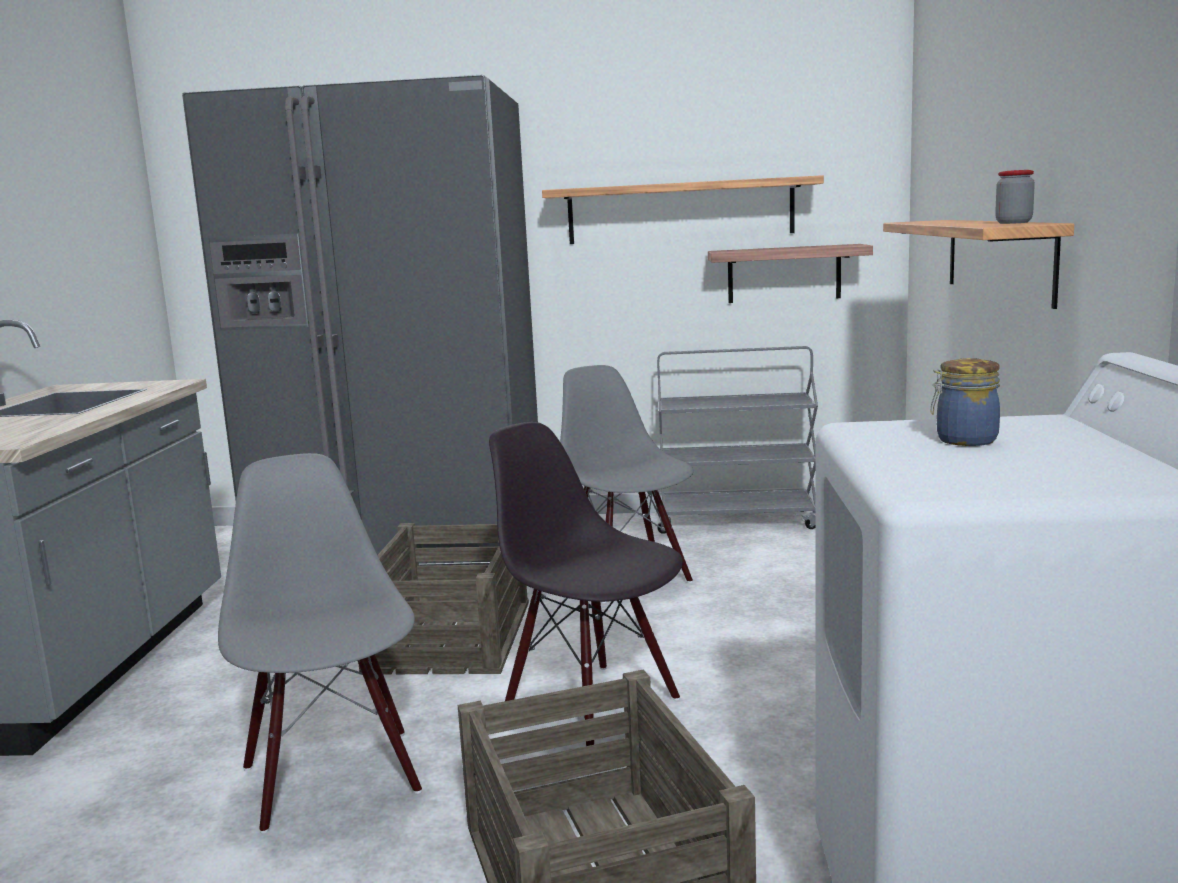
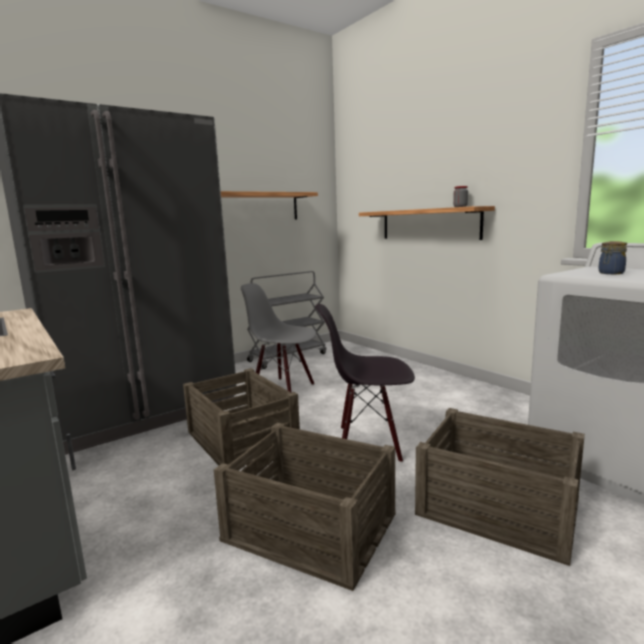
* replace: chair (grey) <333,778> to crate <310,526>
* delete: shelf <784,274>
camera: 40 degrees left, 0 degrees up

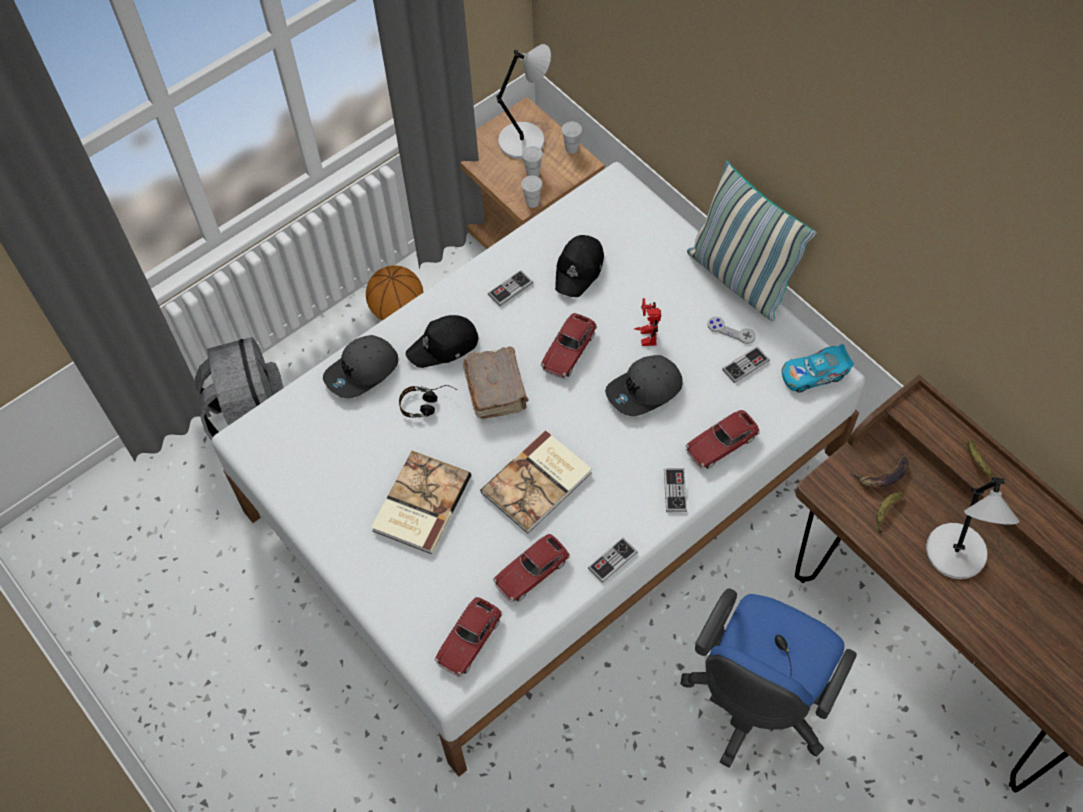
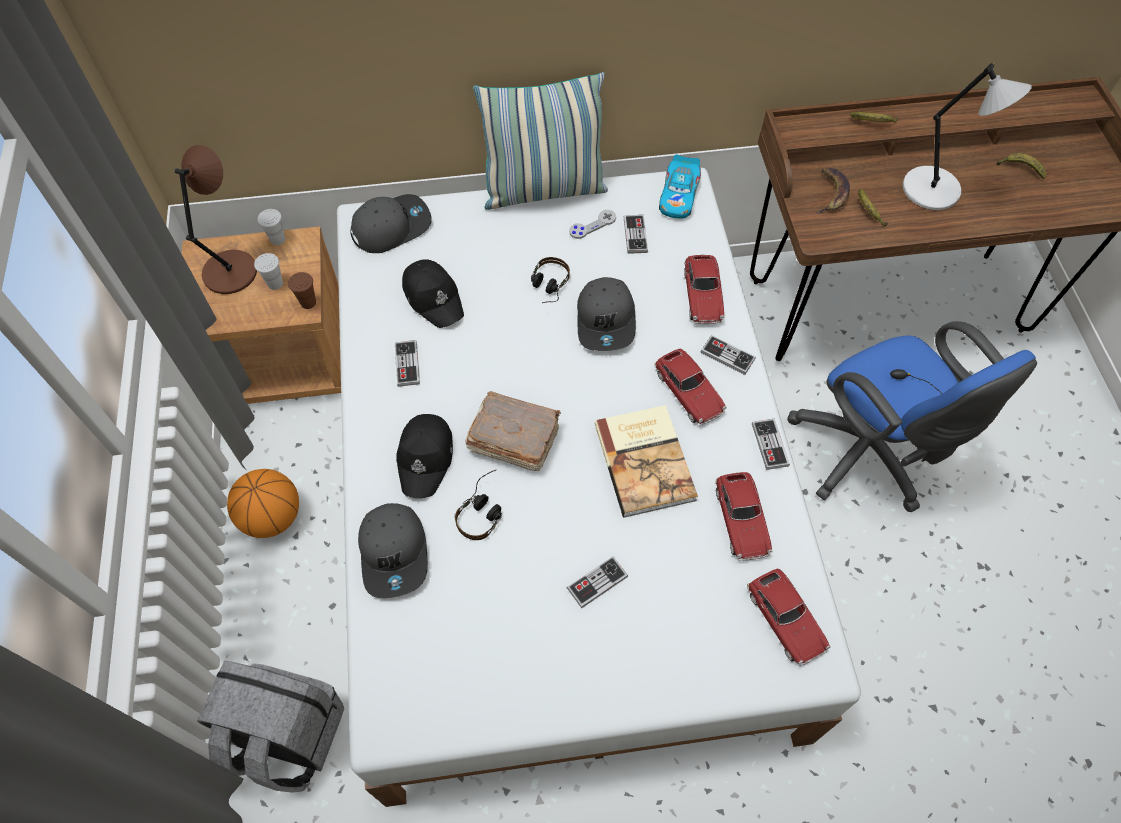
* replace: book <419,504> to game controller <597,582>
* recolor: table lamp (grey) <524,140> to table lamp (brown) <231,270>
* recolor: cup (white) <532,202> to cup (brown) <308,302>
* move: toy car <568,351> to <688,392>
* replace: toy robot <645,335> to headphones <547,288>
* insert: cap (grey) <391,226>
* insert: banana <1020,169>
camera: 60 degrees left, 0 degrees up

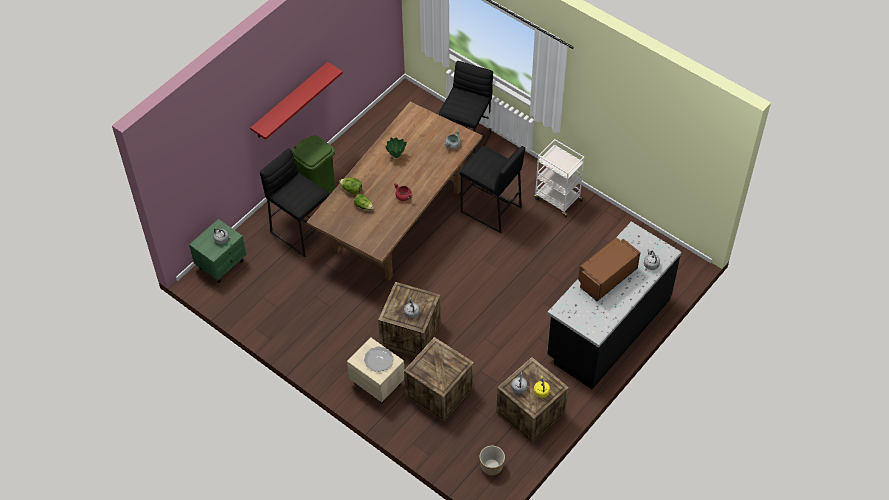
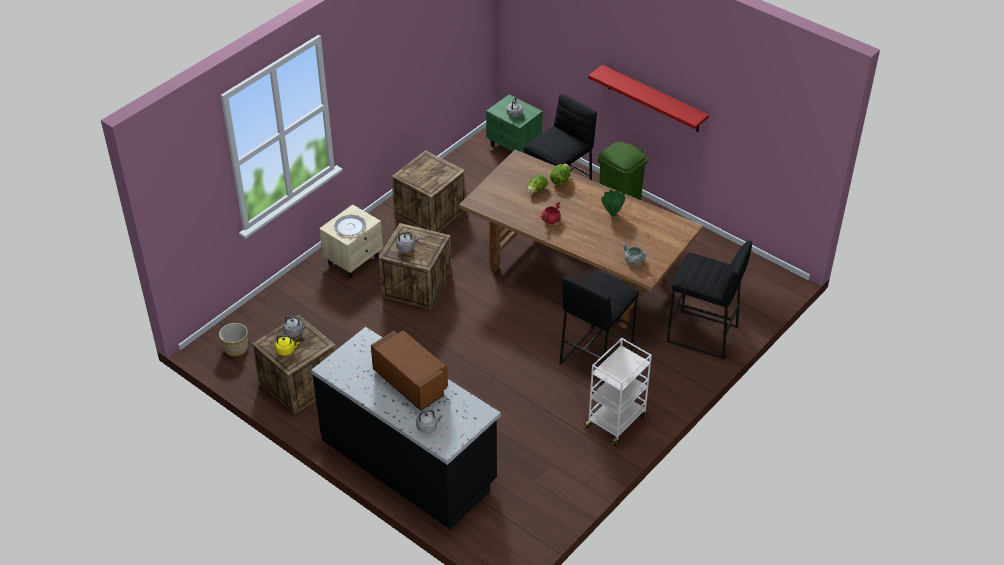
* move: crate <439,391> to <430,212>
camera: 90 degrees right, 10 degrees down

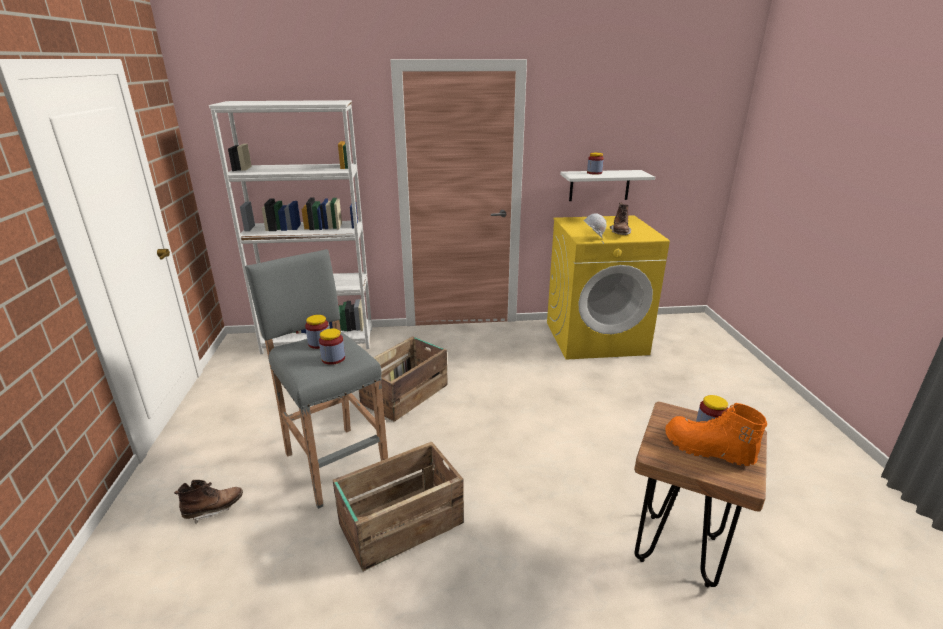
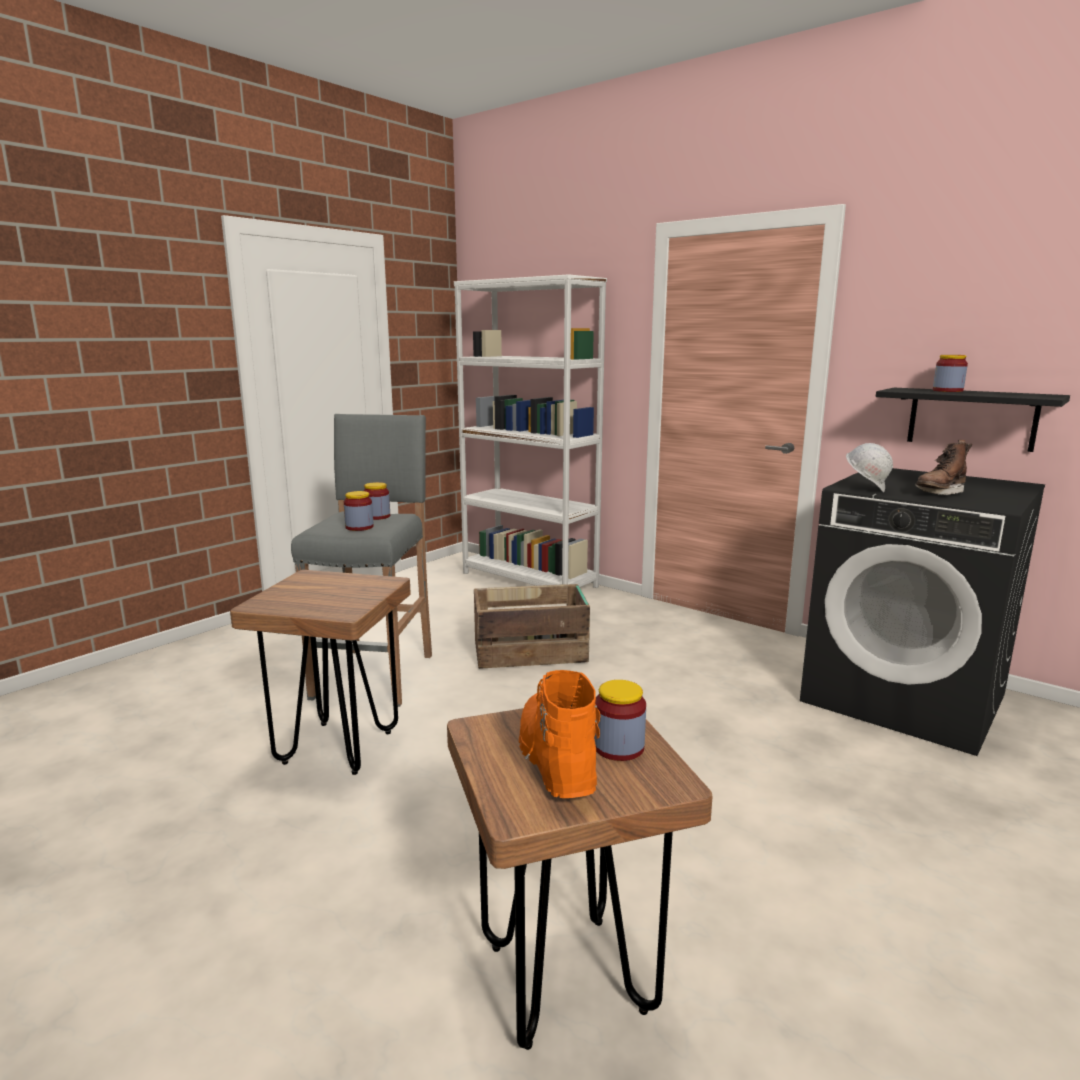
* delete: boot (brown) <214,509>
* replace: crate <399,524> to stool (brown) <338,747>
* recolor: washing machine (yellow) <596,338> to washing machine (black) <905,698>
* recolor: shelf (white) <599,185> to shelf (black) <971,418>
camera: 45 degrees right, 10 degrees down

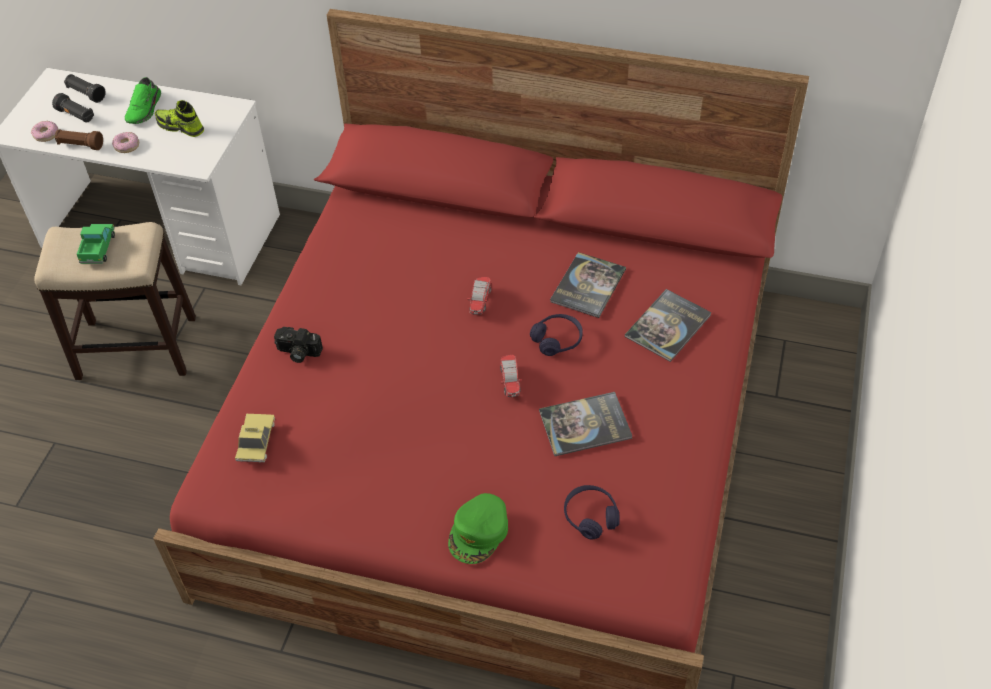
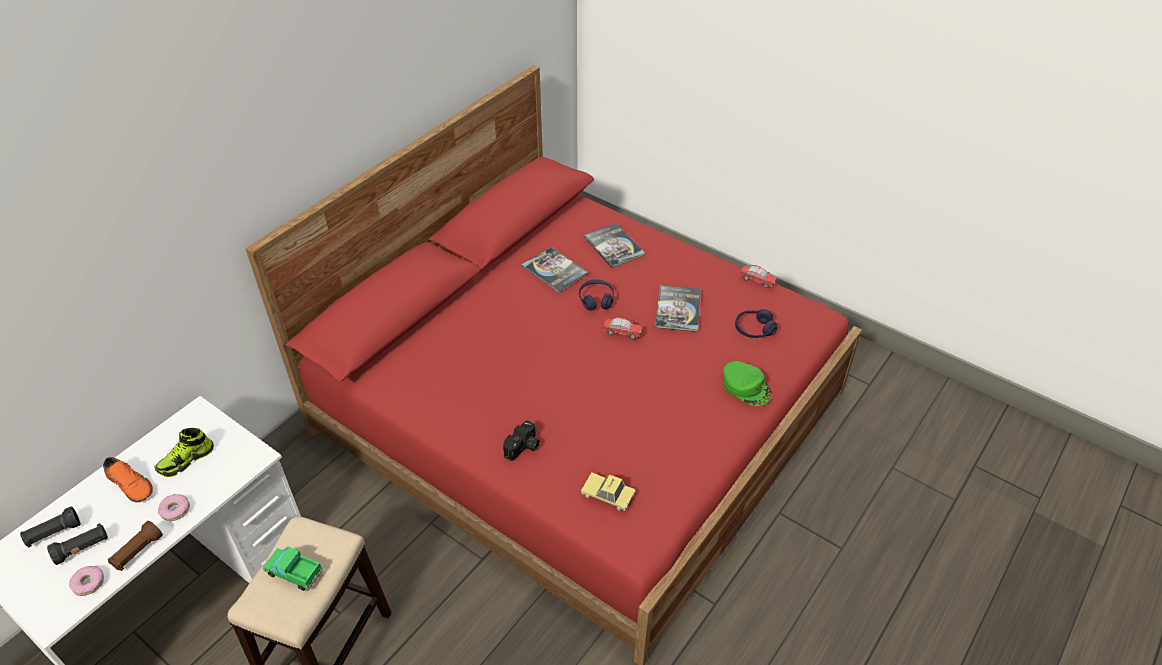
* recolor: shoe (green) <145,109> to shoe (orange) <131,484>
* move: toy car <480,301> to <757,281>
camera: 70 degrees left, 5 degrees down

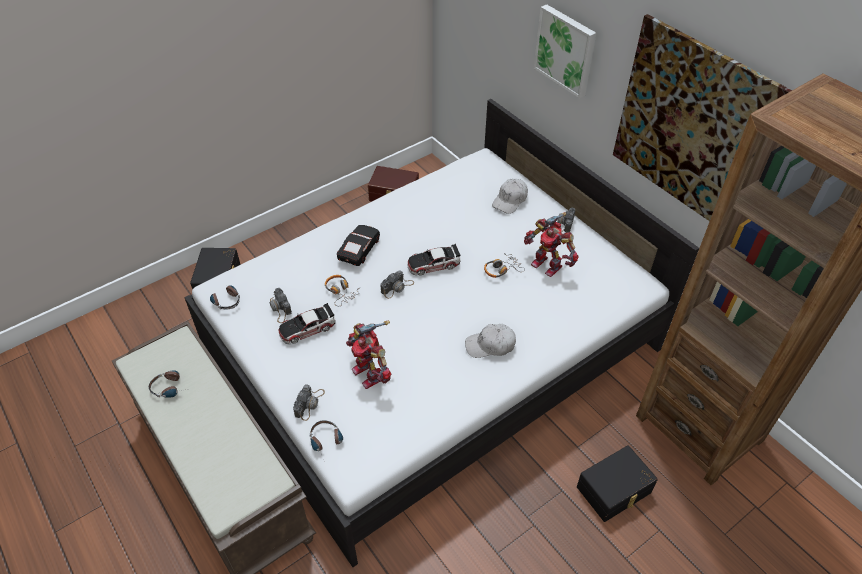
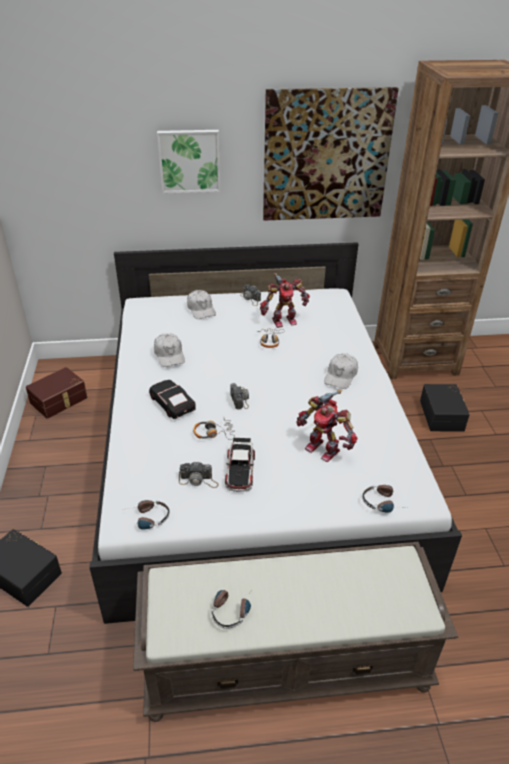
* delete: photo camera <309,403>
* rotate: toy robot <370,373> = <323,448> 45 degrees clockwise
* delete: toy car <433,264>
* insert: cap (white) <169,355>
camera: 60 degrees left, 10 degrees down

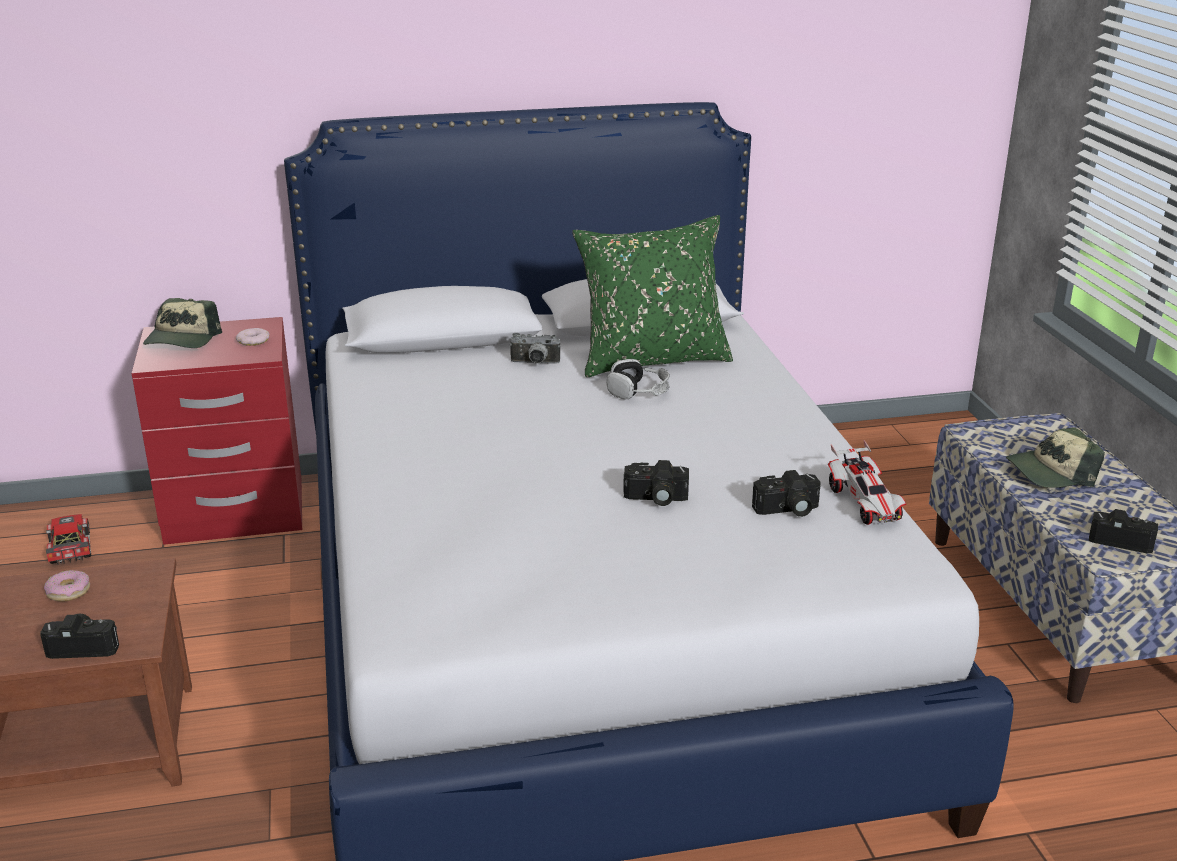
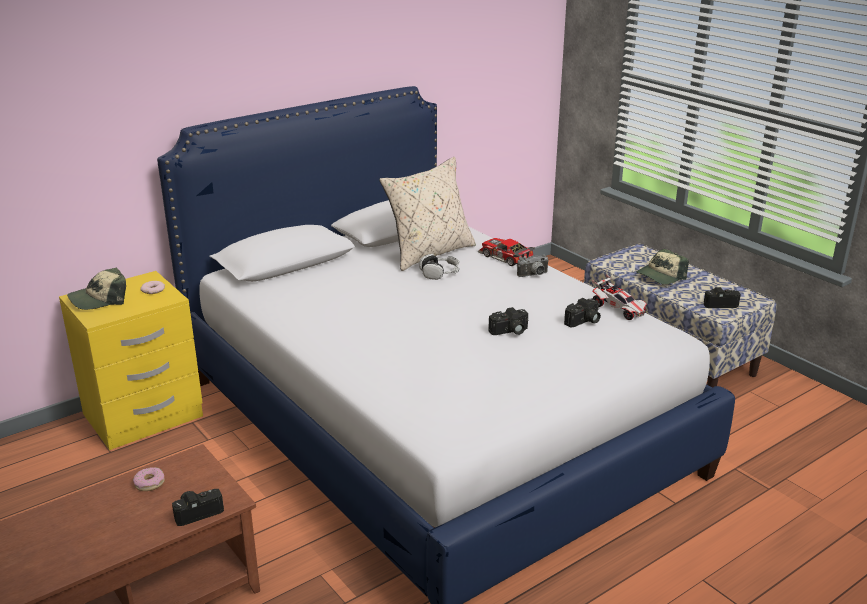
* move: toy car <67,547> to <504,257>
* recolor: nightstand (red) <235,512> to nightstand (yellow) <144,416>
* rotate: cap <182,340> = <99,299> 75 degrees clockwise
* move: photo camera <534,363> to <534,275>
* recolor: pillow (green) <652,360> to pillow (beige) <429,253>
camera: 25 degrees left, 0 degrees up

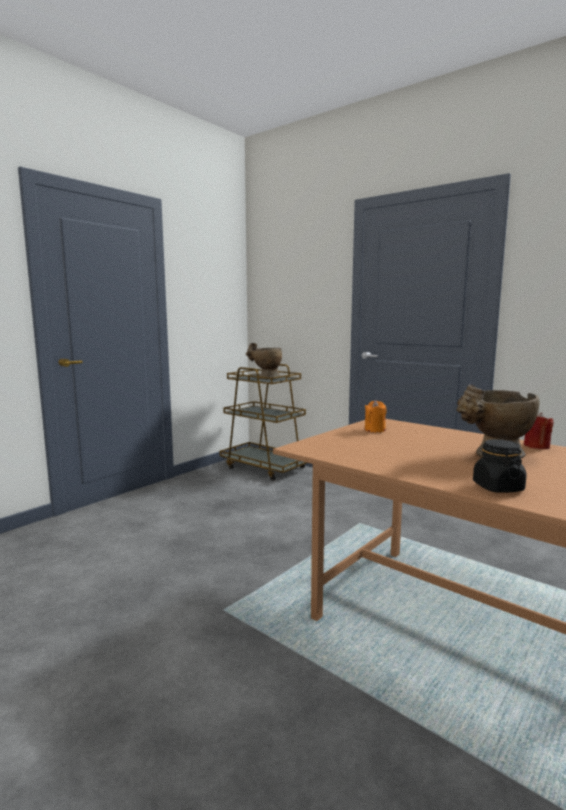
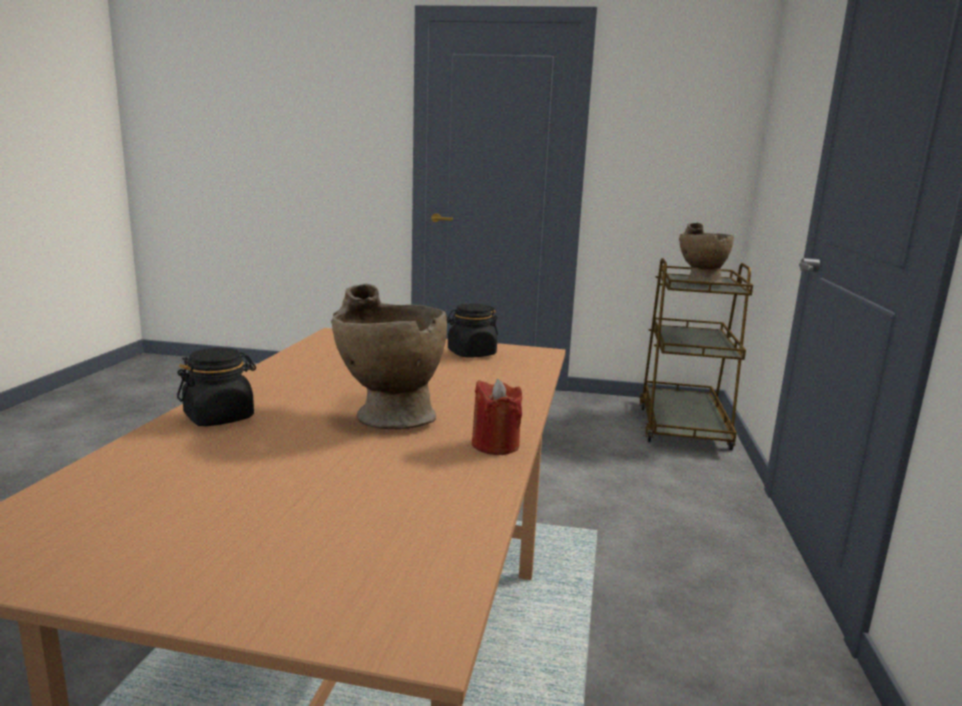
* replace: candle (orange) <374,430> to jar (black) <471,354>
camera: 60 degrees right, 5 degrees up

